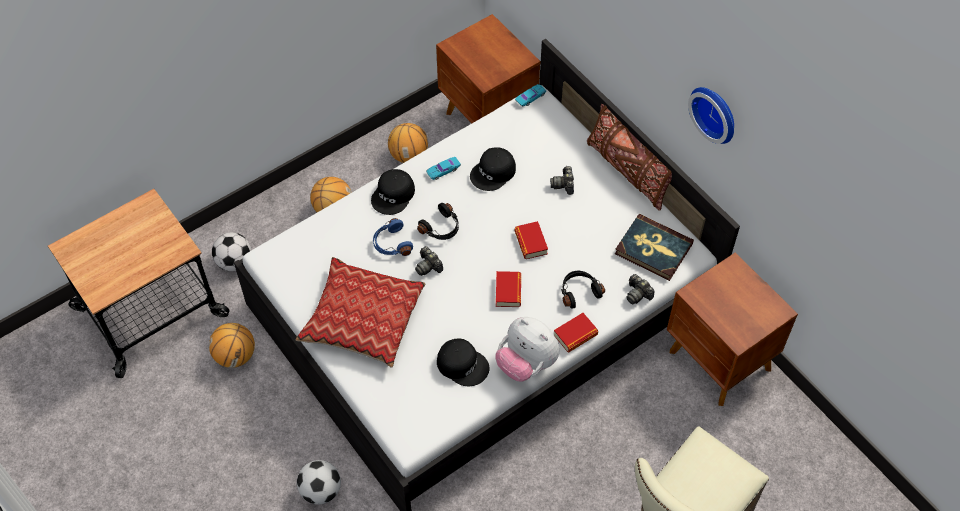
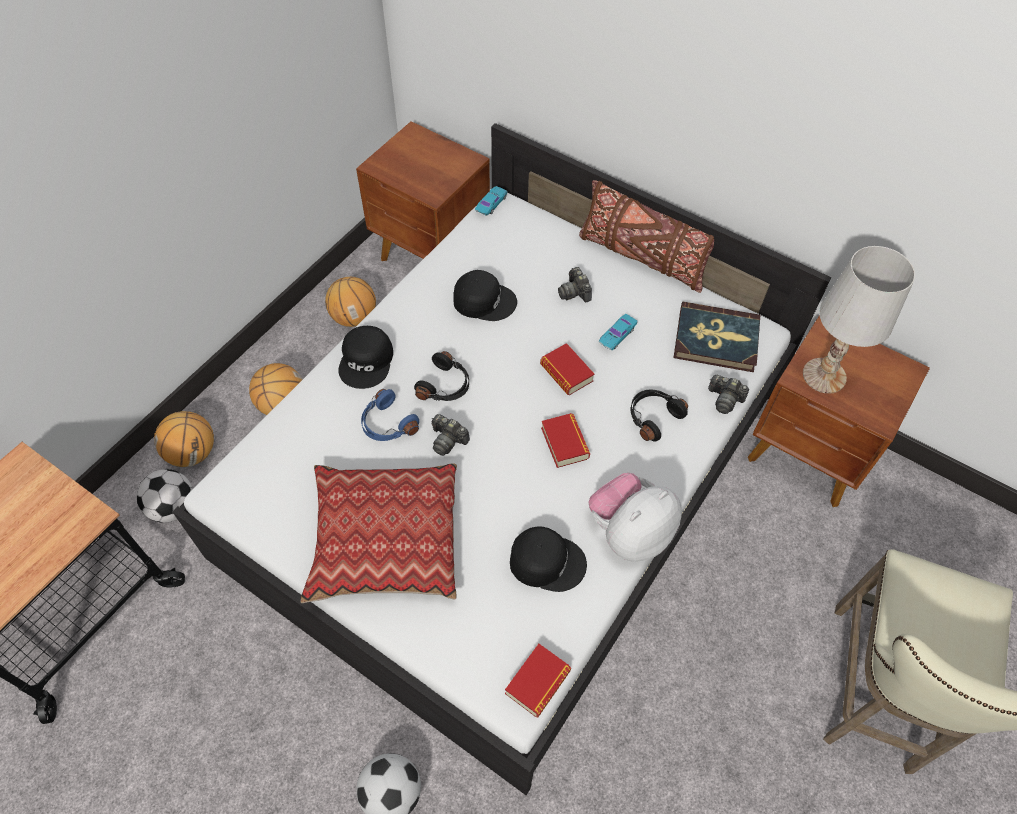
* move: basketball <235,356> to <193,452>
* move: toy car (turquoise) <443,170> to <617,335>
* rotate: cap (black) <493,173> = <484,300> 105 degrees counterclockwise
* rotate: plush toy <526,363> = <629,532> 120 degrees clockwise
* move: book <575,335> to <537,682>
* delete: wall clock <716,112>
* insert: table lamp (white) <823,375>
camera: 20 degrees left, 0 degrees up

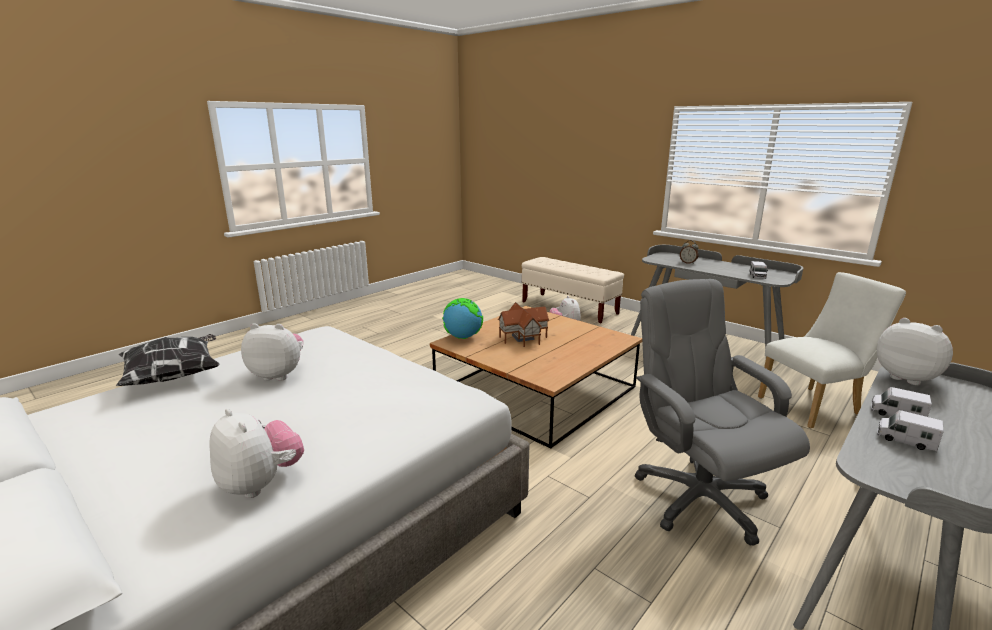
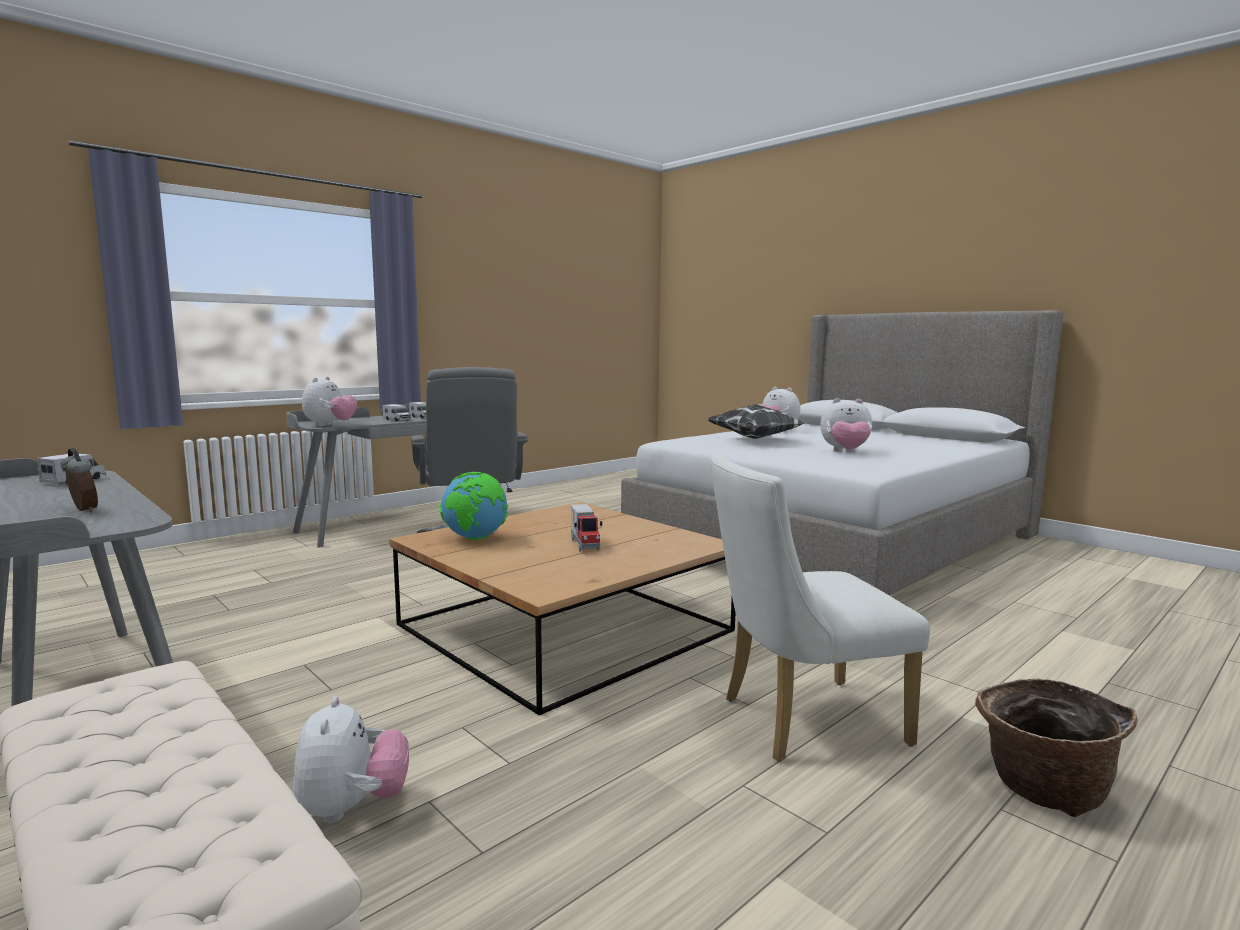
* move: pillow <174,376> to <754,439>
* move: globe <463,337> to <475,539>
* replace: toy house <522,338> to toy truck <586,544>
* move: chair (white) <814,405> to <800,721>
* rotate: plush toy <907,378> = <330,425> 135 degrees counterclockwise
* insert: basket <1042,790>
camera: 175 degrees left, 10 degrees down

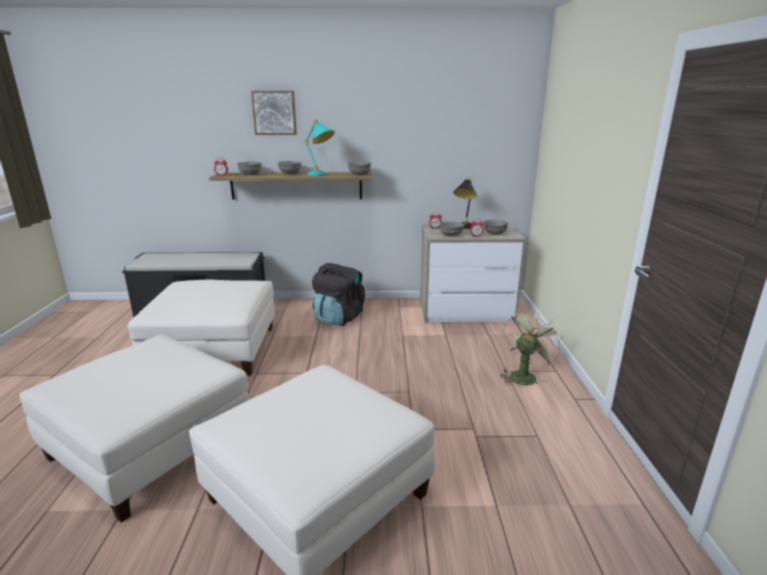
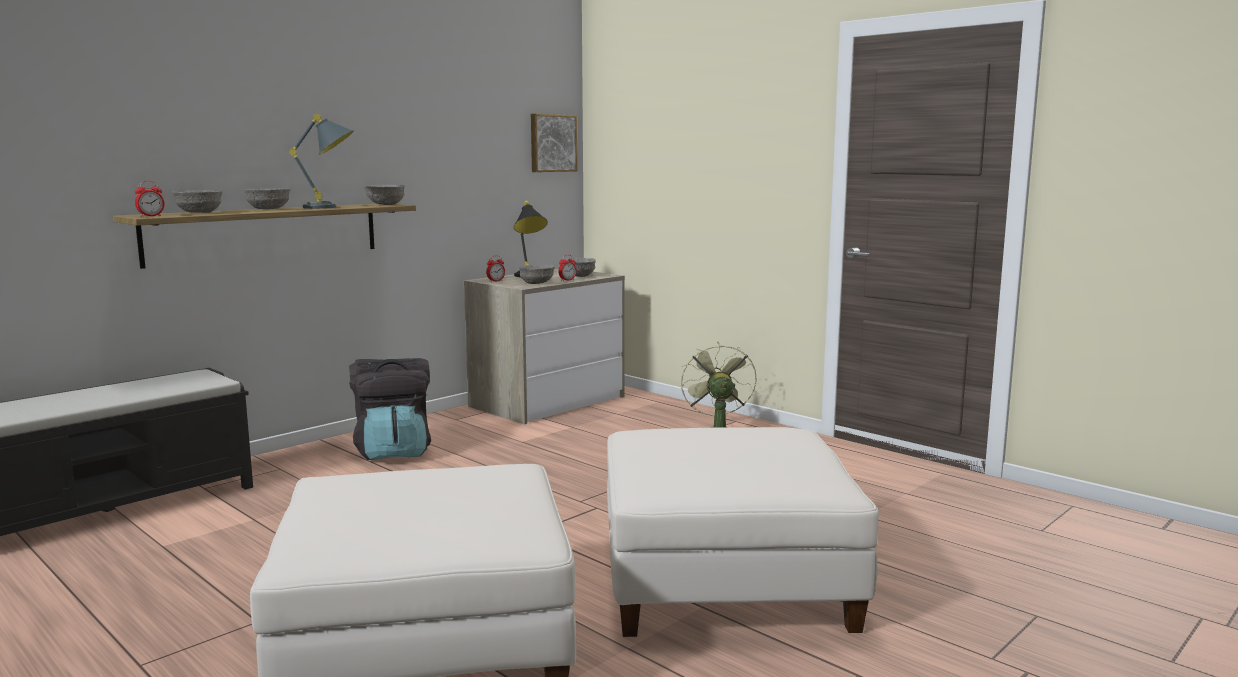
* delete: ottoman (white) <214,349>
* move: picture <274,112> to <552,143>
* recolor: table lamp (turquoise) <321,175> to table lamp (grey) <331,207>
camera: 45 degrees left, 10 degrees down

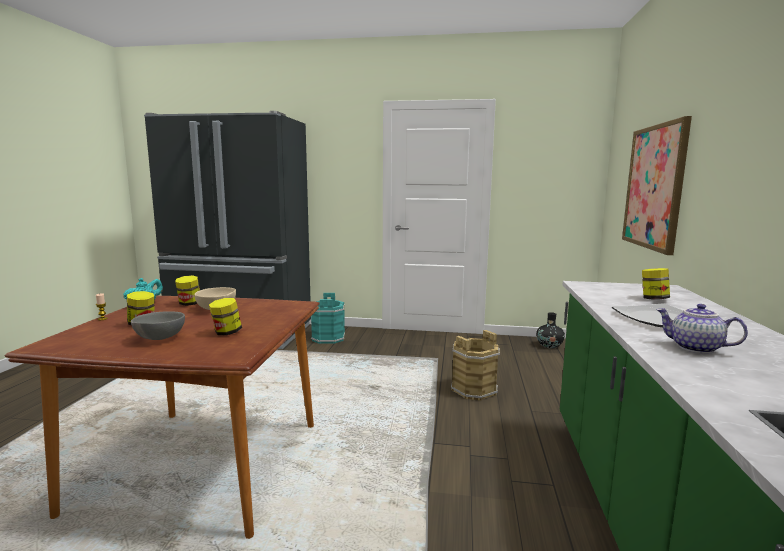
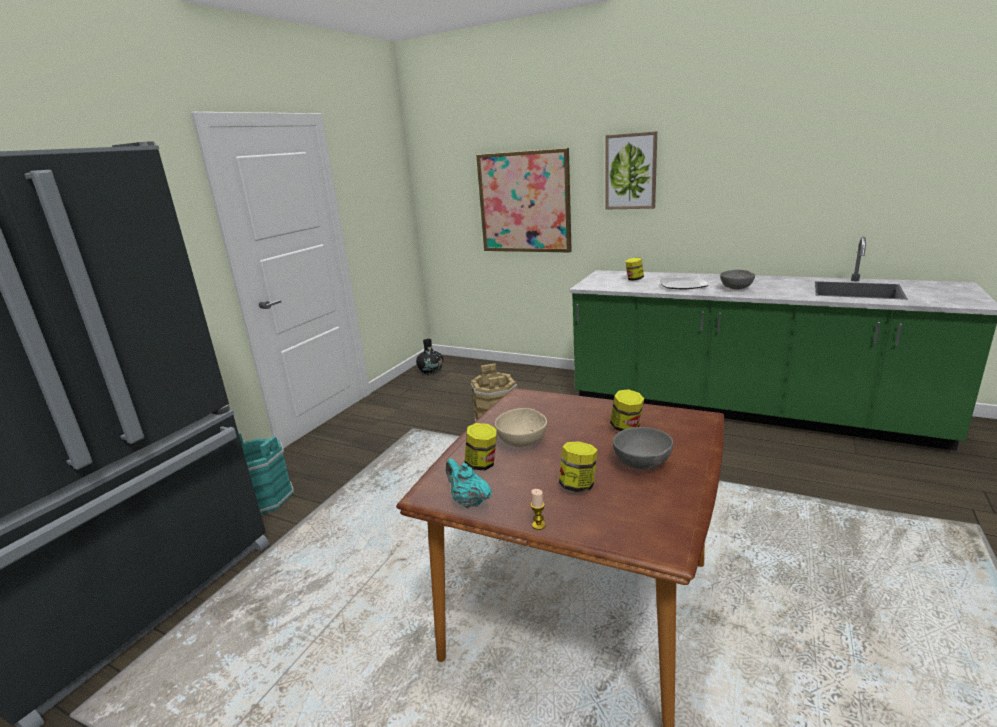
* replace: teapot <695,348> to bowl (grey) <737,288>
* insert: picture <631,171>
camera: 70 degrees left, 10 degrees up

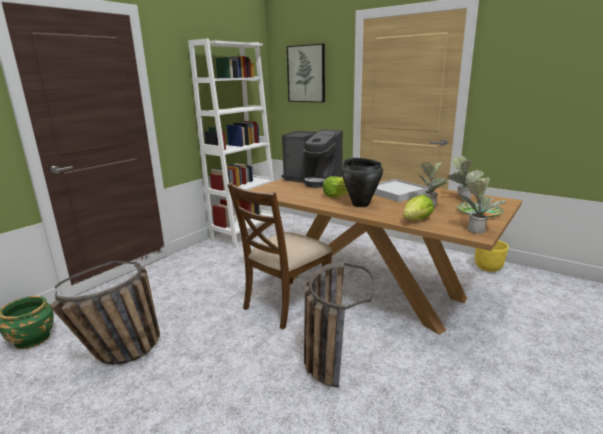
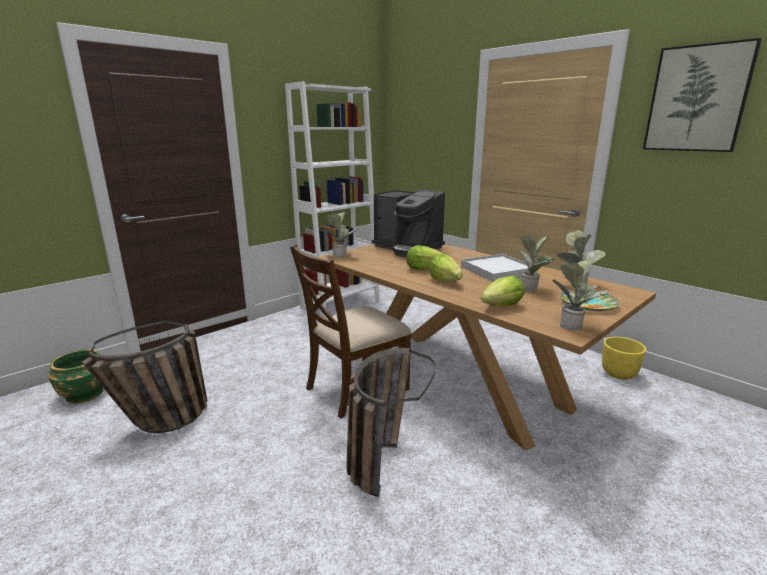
* move: picture <306,74> to <697,99>
* replace: cooking pot (black) <360,204> to lettuce <445,281>
* insert: potted plant <340,255>
camera: 10 degrees right, 0 degrees up

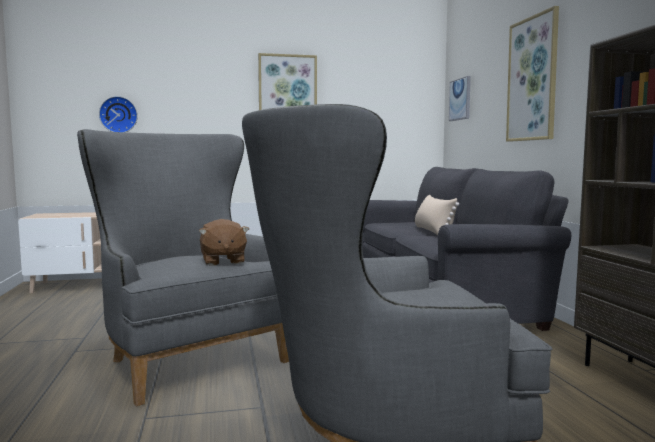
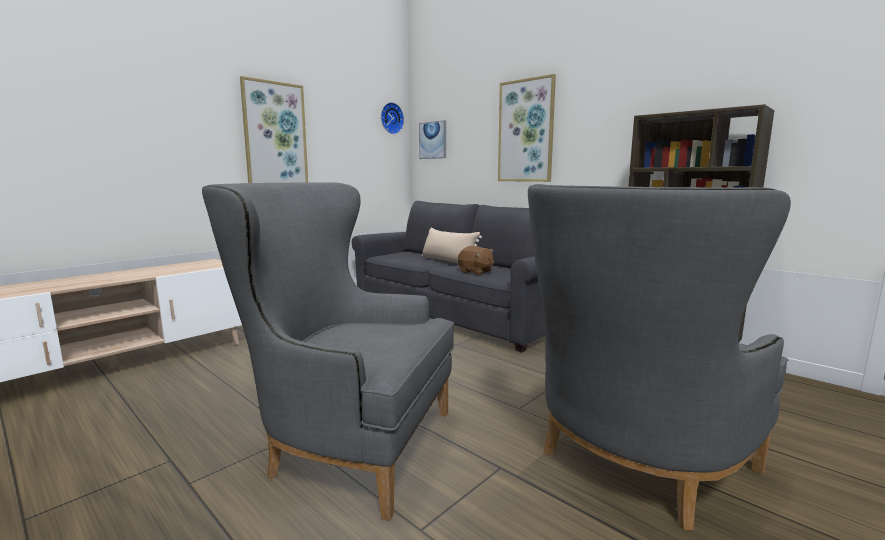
* move: wall clock <118,115> to <390,118>
* move: plush toy (brown) <223,261> to <476,272>
camera: 35 degrees left, 5 degrees up

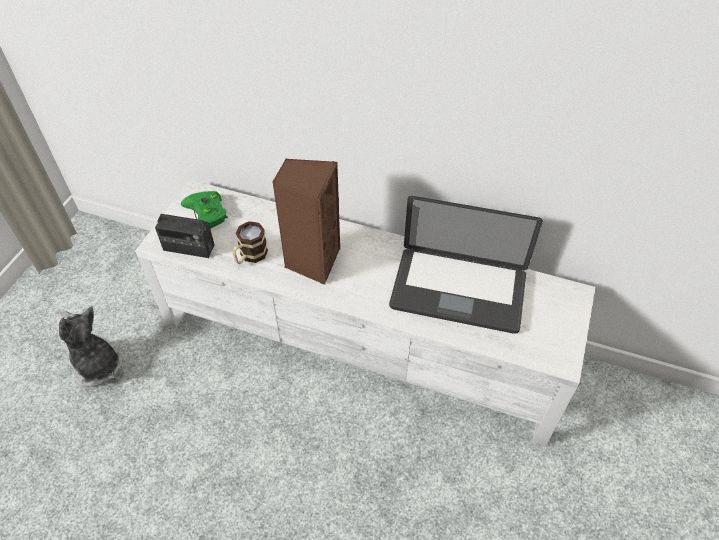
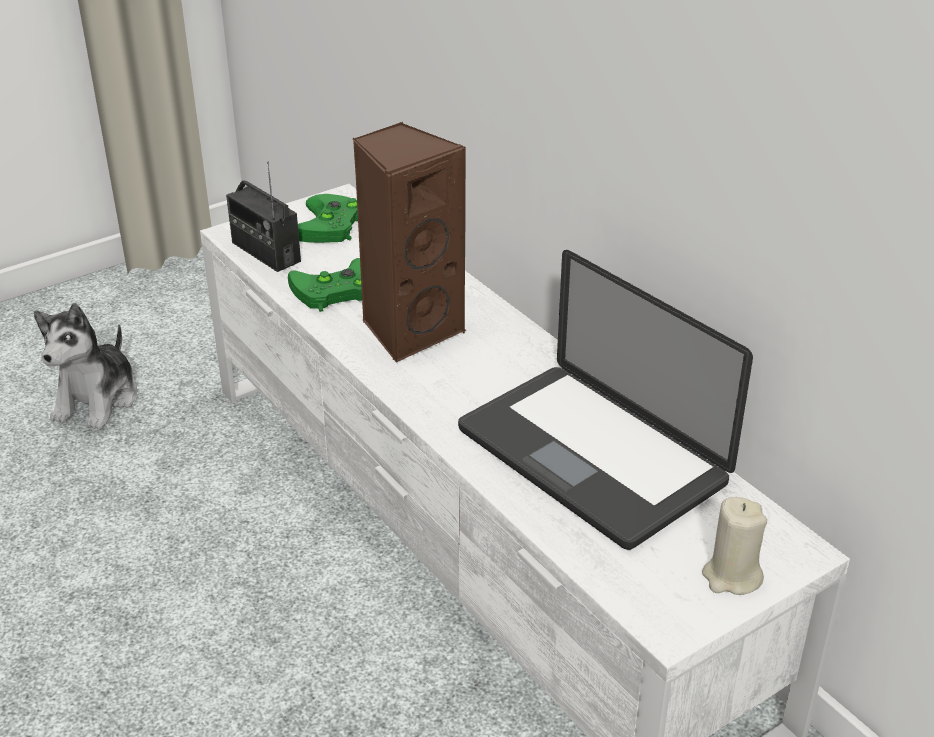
* rotate: plush toy <97,365> = <97,400> 150 degrees counterclockwise
* replace: mug <250,256> to game controller (green) <332,291>
* insert: candle (beige) <731,576>
camera: 35 degrees right, 15 degrees down

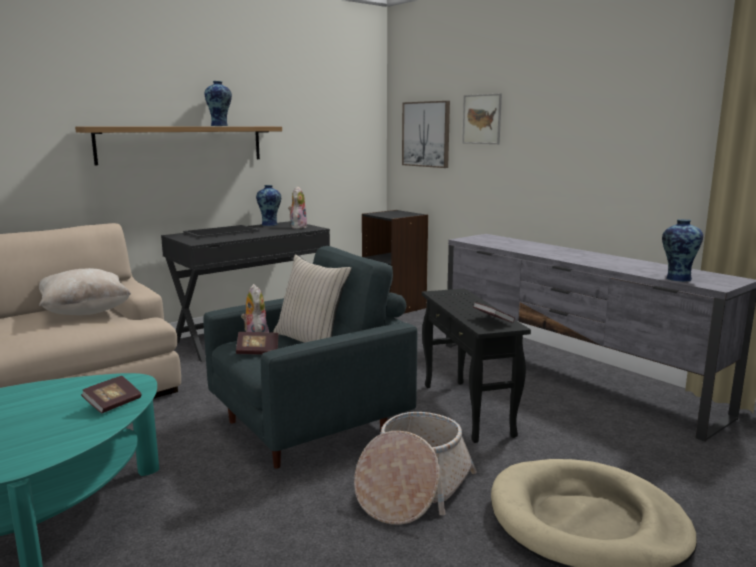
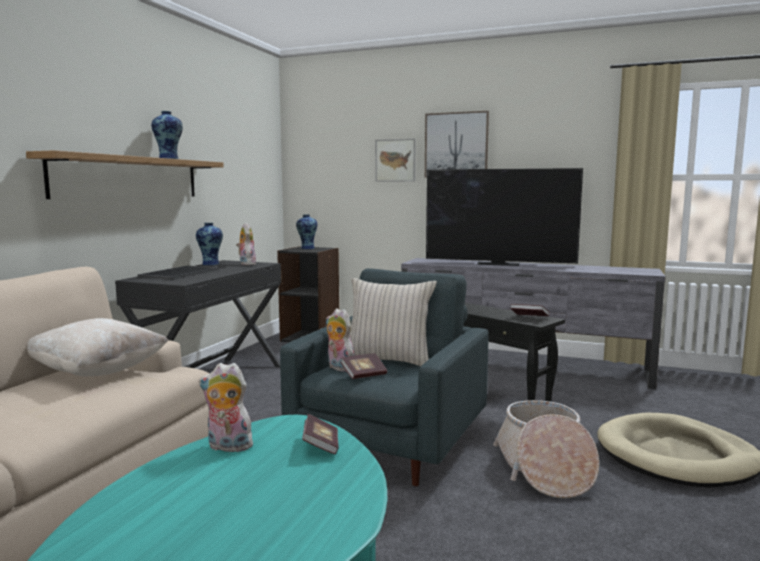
* move: picture <426,134> to <456,145>
* move: vase <677,278> to <307,248>
* insert: plush toy <227,447>
* insert: television <499,263>
camera: 30 degrees left, 5 degrees down

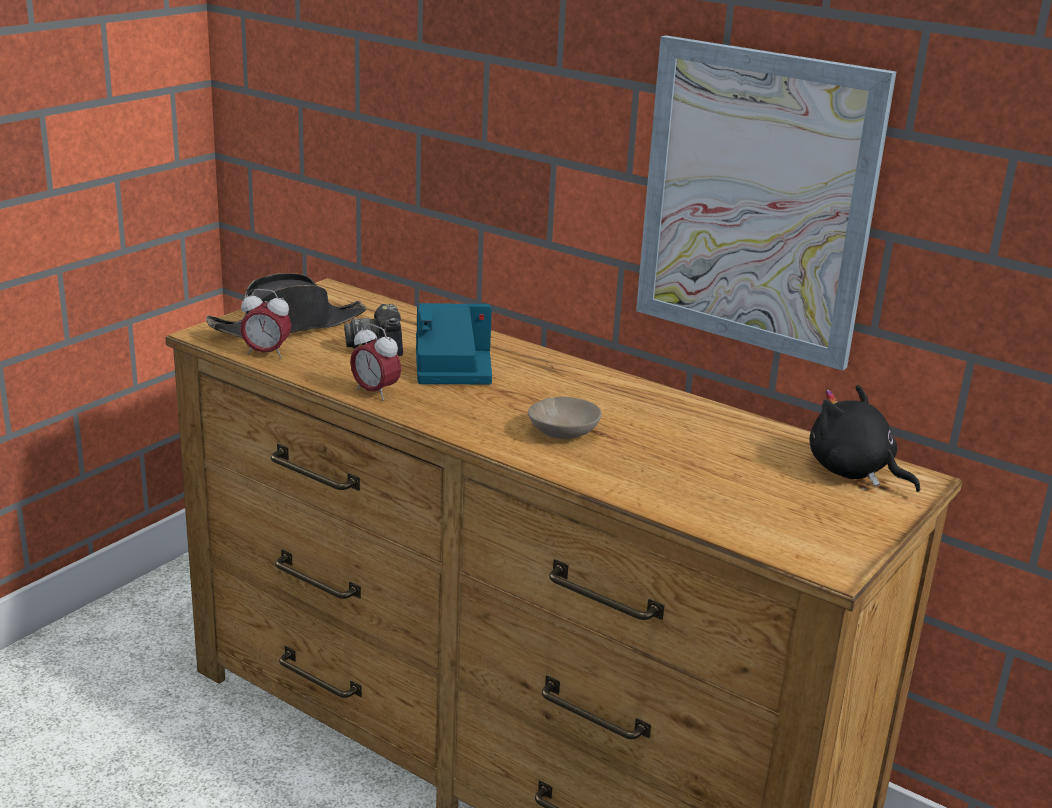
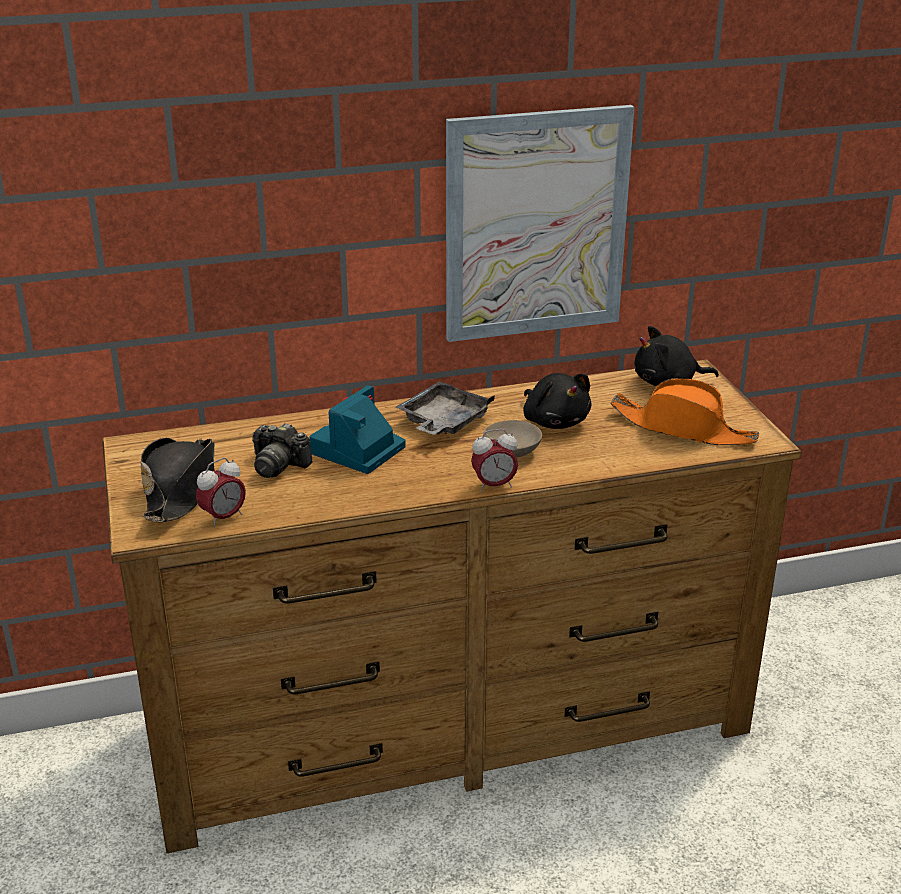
* move: alarm clock <375,392> to <494,485>
* insert: tray (grey) <443,422>
* insert: plush toy (black) <554,421>
* insert: hat (orange) <683,428>
camera: 50 degrees left, 5 degrees up

